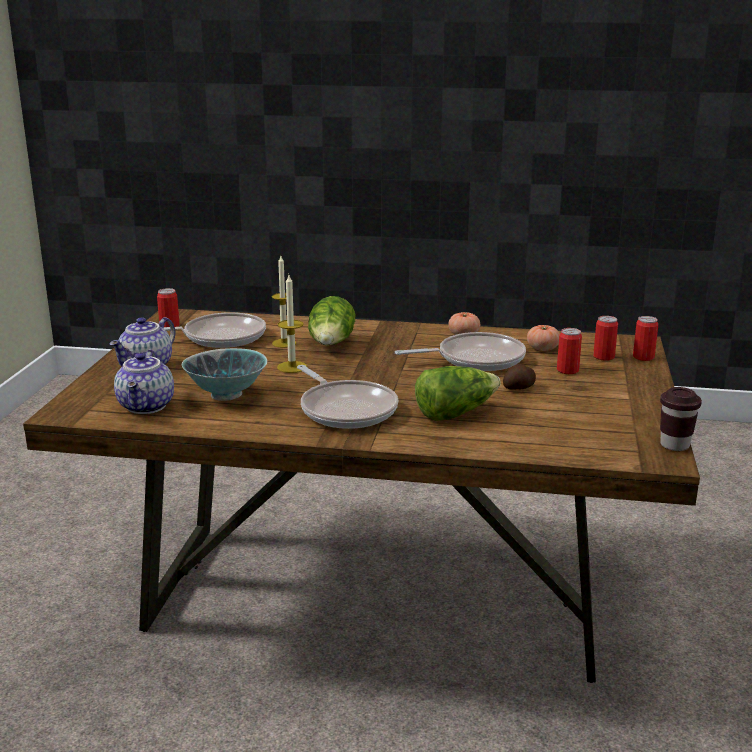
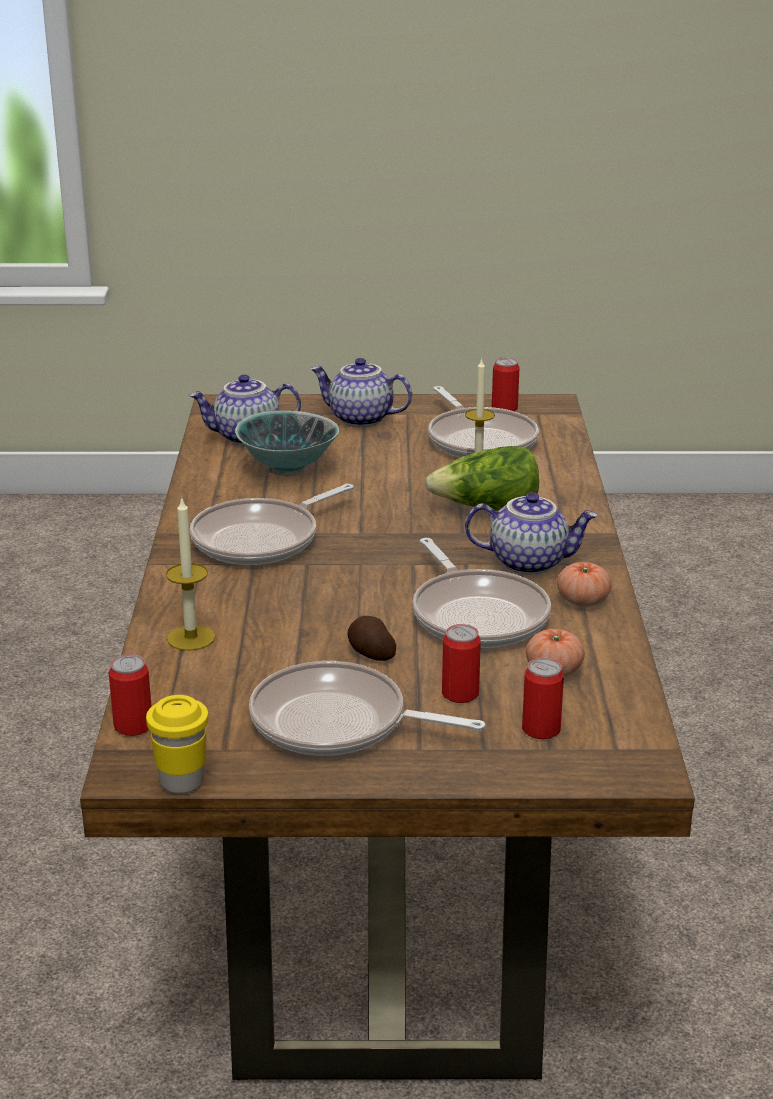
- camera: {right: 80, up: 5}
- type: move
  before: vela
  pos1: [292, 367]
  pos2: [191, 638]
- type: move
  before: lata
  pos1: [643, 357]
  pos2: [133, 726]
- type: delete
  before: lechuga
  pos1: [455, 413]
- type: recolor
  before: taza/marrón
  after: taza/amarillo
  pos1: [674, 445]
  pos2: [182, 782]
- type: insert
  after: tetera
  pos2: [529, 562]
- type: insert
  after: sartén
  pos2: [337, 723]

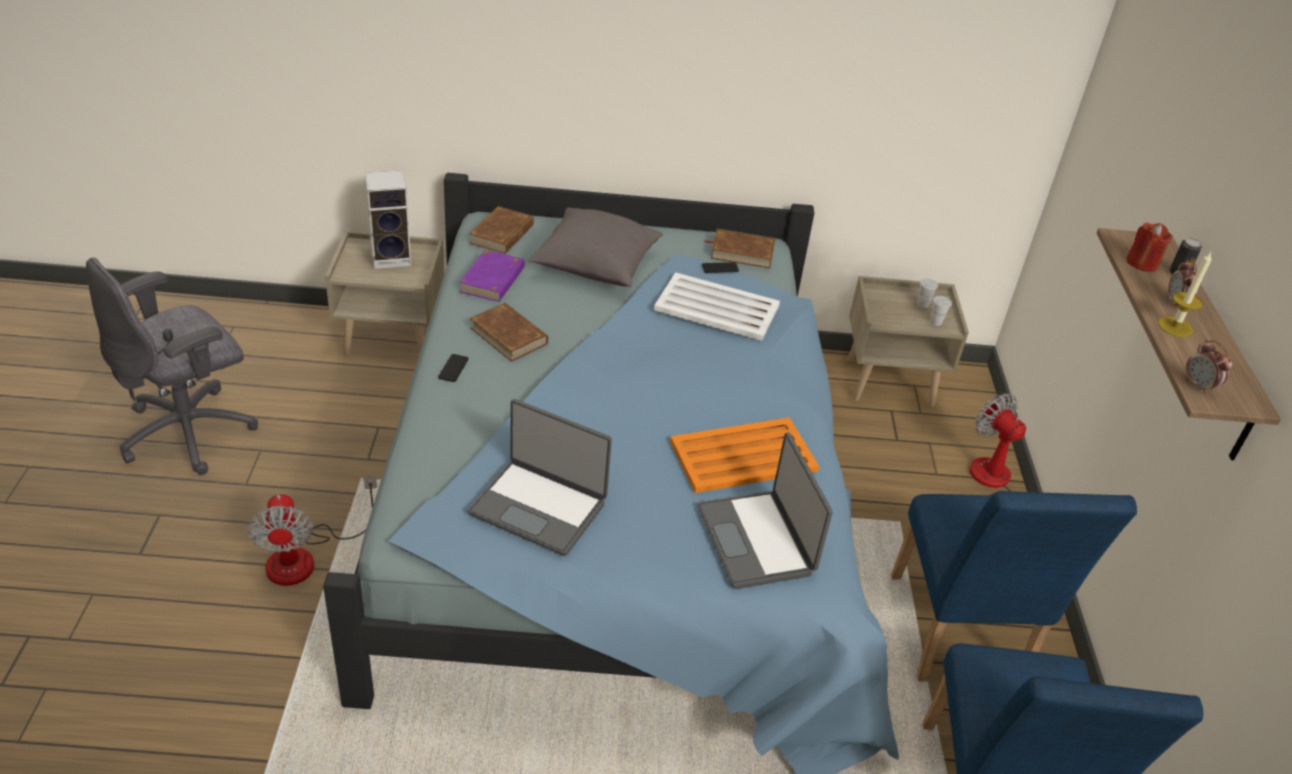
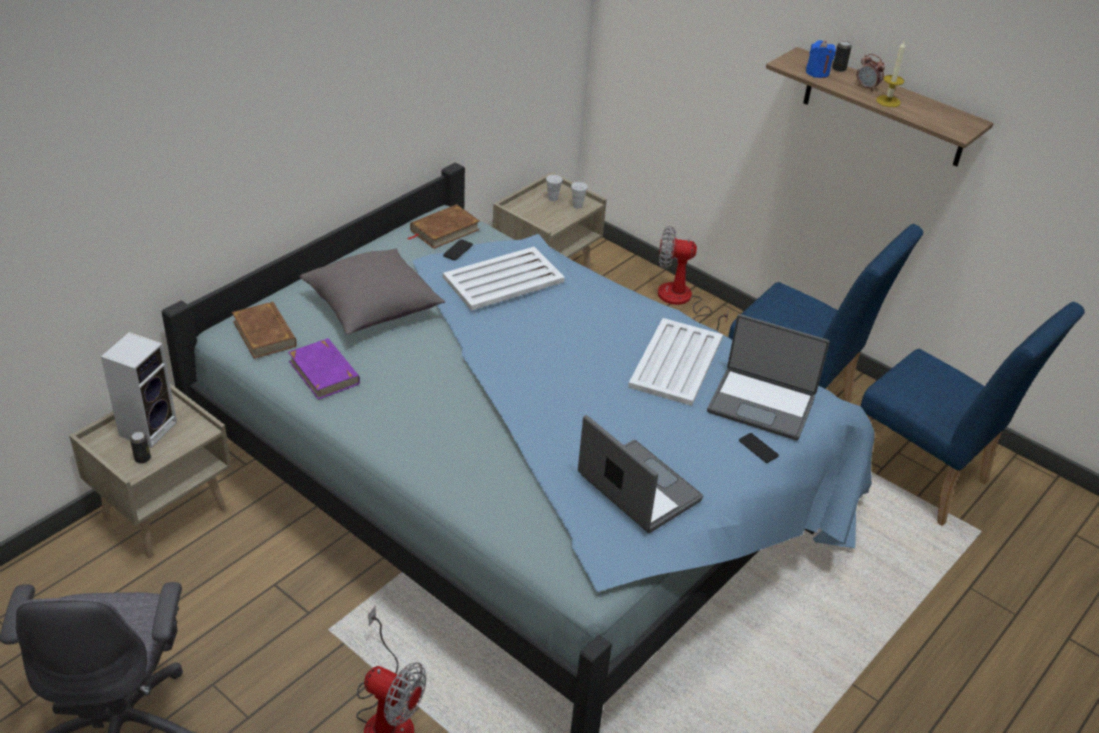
- camera: {right: -50, up: 0}
- type: recolor
  before: vela/rojo
  after: vela/azul
  pos1: [1142, 263]
  pos2: [817, 73]
- type: delete
  before: libro/marrón
  pos1: [509, 336]
- type: delete
  before: despertador
  pos1: [1199, 386]
- type: move
  before: móvil
  pos1: [453, 368]
  pos2: [758, 448]
- type: rotate
  before: portátil
  pos1: [539, 507]
  pos2: [637, 489]
  turn: -105
- type: recolor
  before: bandeja/naranja
  after: bandeja/blanco
  pos1: [741, 456]
  pos2: [675, 363]
- type: insert
  after: lata
  pos2: [142, 458]

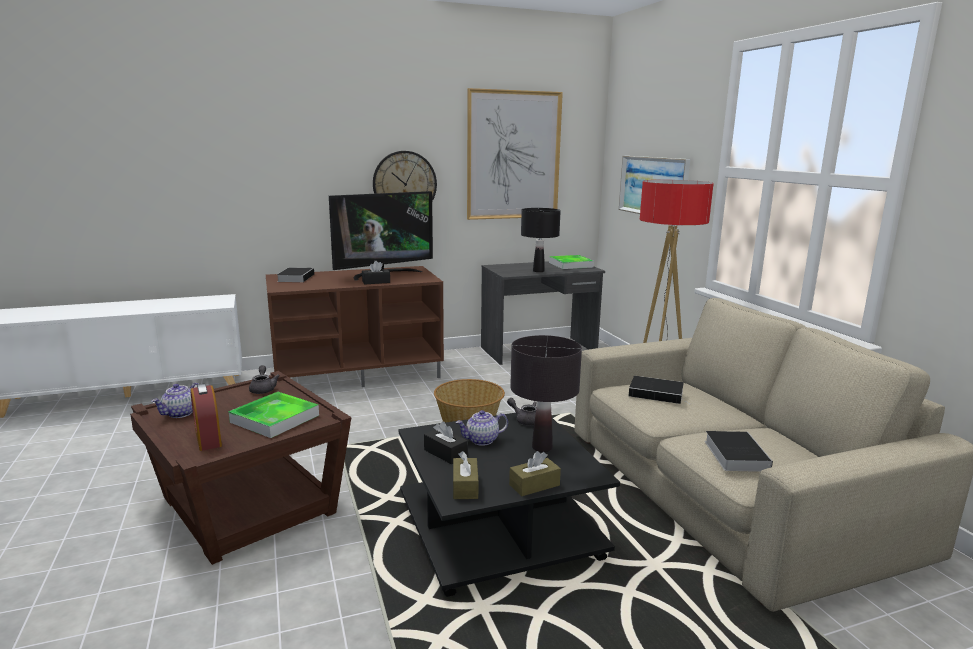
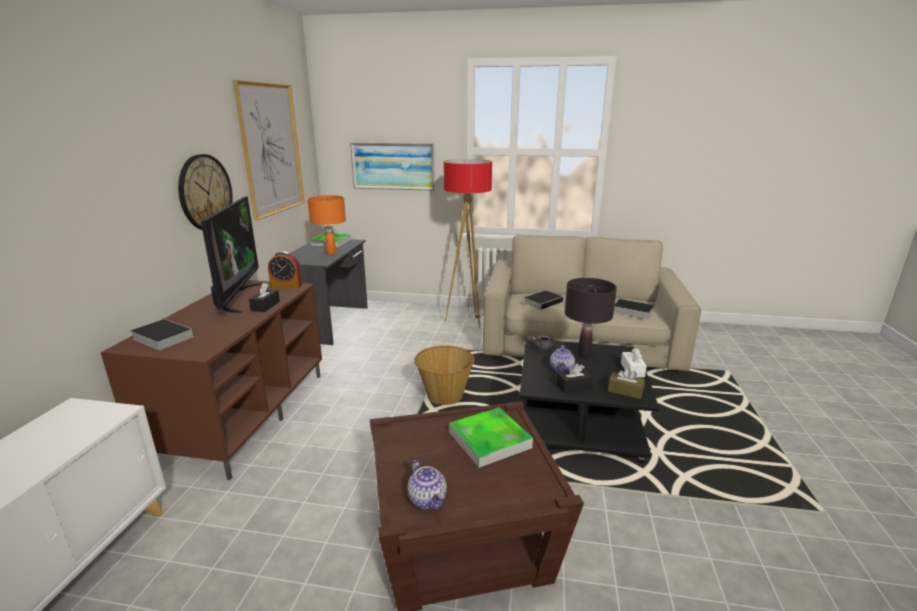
- camera: {right: -60, up: 5}
- type: recolor
  before: lámpara de mesa/negro
  after: lámpara de mesa/naranja
  pos1: [538, 271]
  pos2: [331, 253]
- type: delete
  before: tetera/gris
  pos1: [263, 389]
- type: move
  before: despertador
  pos1: [208, 439]
  pos2: [286, 286]
- type: recolor
  before: caja de pañuelos/marrón
  after: caja de pañuelos/blanco
  pos1: [534, 485]
  pos2: [632, 370]

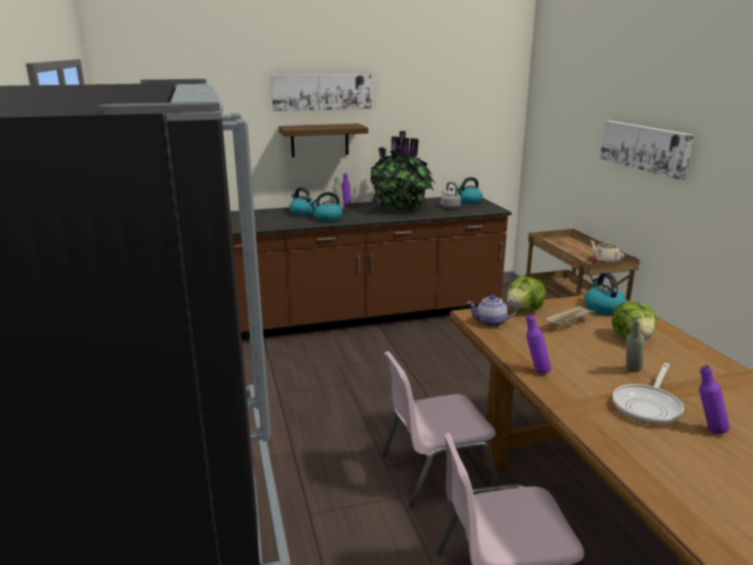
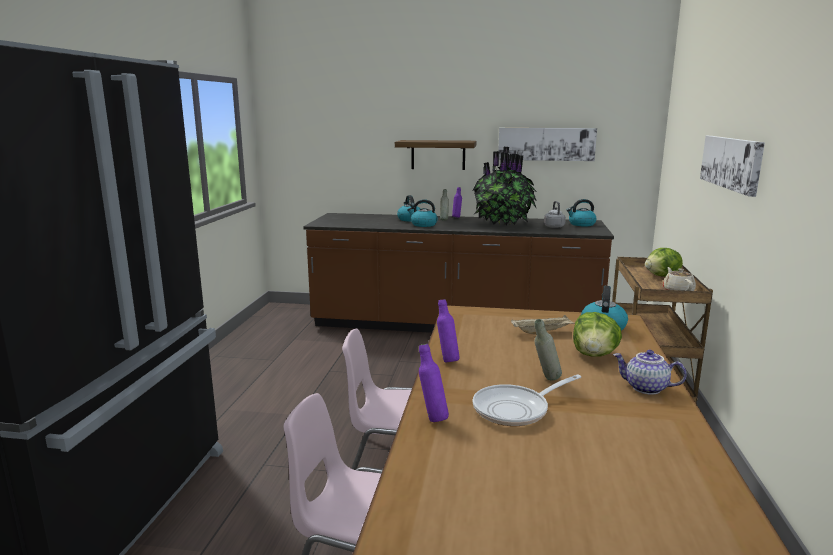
- camera: {right: 25, up: -5}
- type: move
  before: cuadro
  pos1: [322, 92]
  pos2: [546, 144]
- type: move
  before: lechuga
  pos1: [524, 310]
  pos2: [662, 276]
- type: move
  before: tetera
  pos1: [490, 323]
  pos2: [645, 388]
- type: move
  before: botella/morado
  pos1: [707, 430]
  pos2: [432, 418]

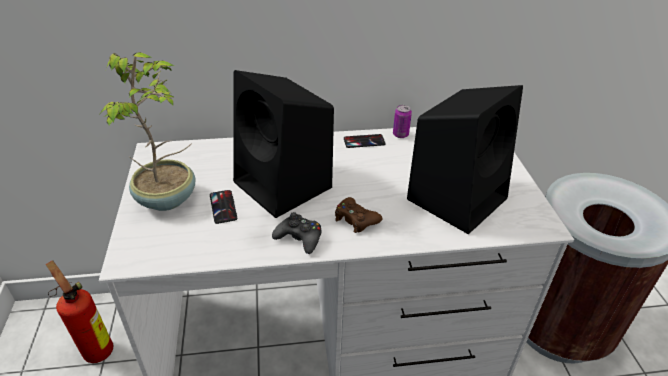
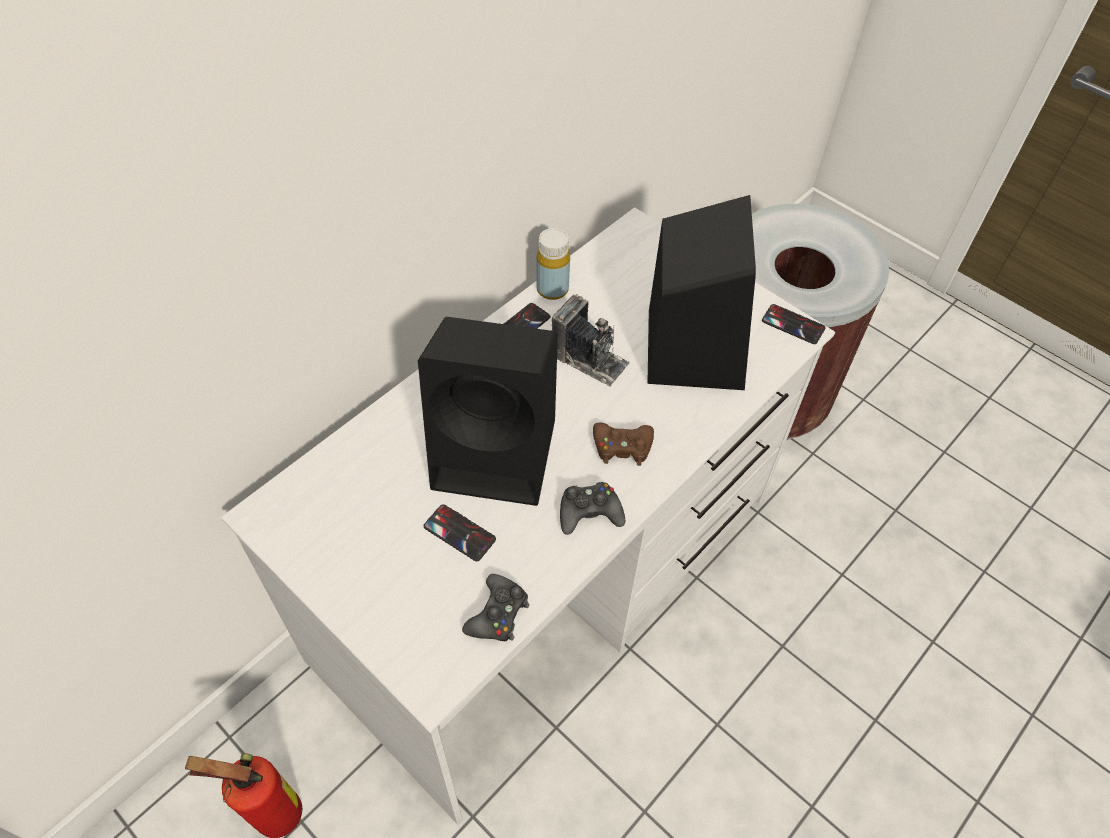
- camera: {right: -40, up: 15}
- type: delete
  before: planta en maceta
  pos1: [168, 199]
- type: replace
  before: lata
  after: botella/amarillo
  pos1: [400, 135]
  pos2: [552, 289]
- type: insert
  after: cámara
  pos2: [589, 359]
- type: insert
  after: móvil
  pos2: [793, 324]
- type: insert
  after: mando de consola/negro
  pos2: [498, 614]

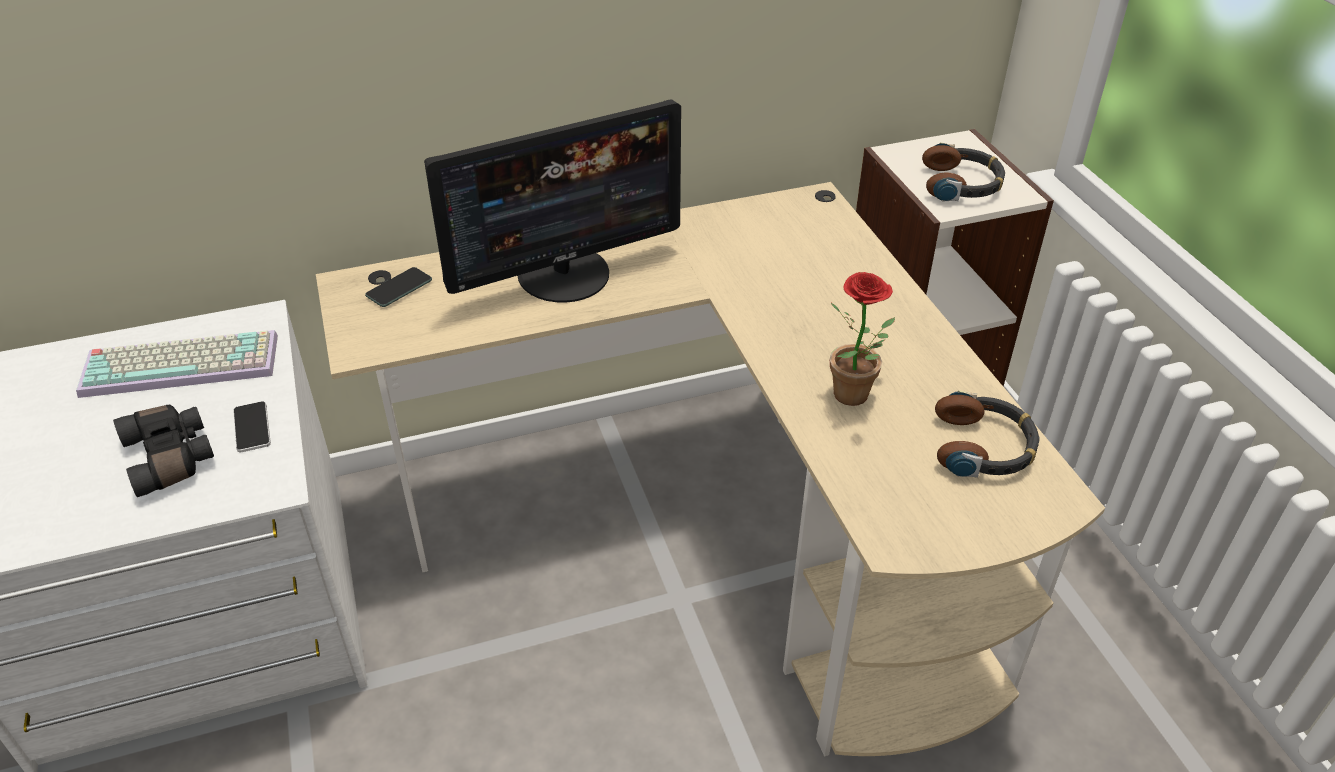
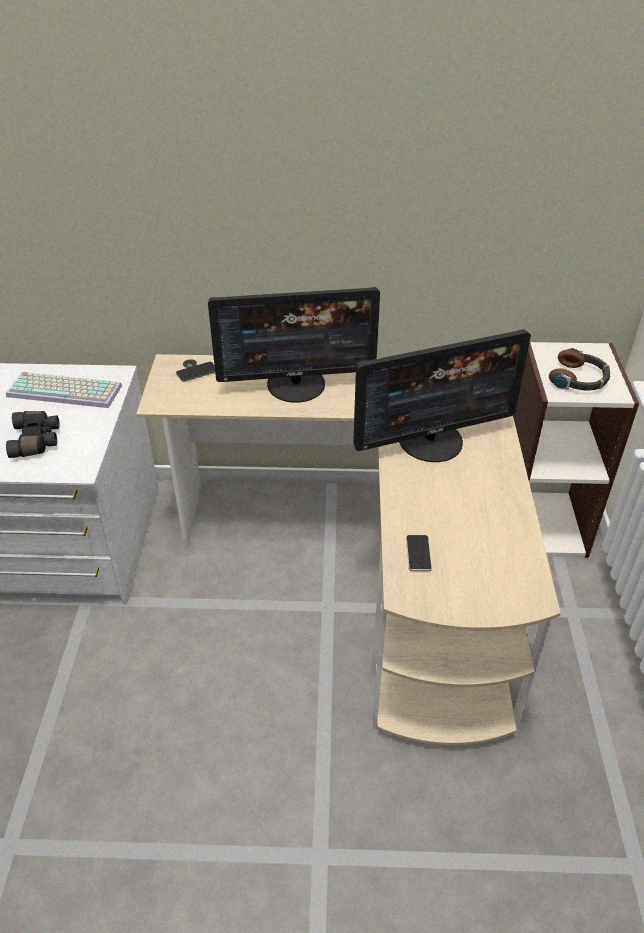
- camera: {right: 20, up: 0}
- type: delete
  before: planta en maceta
  pos1: [855, 399]
- type: delete
  before: auriculares
  pos1: [983, 447]
- type: move
  before: móvil
  pos1: [252, 427]
  pos2: [418, 553]
- type: insert
  after: monitor
  pos2: [431, 441]

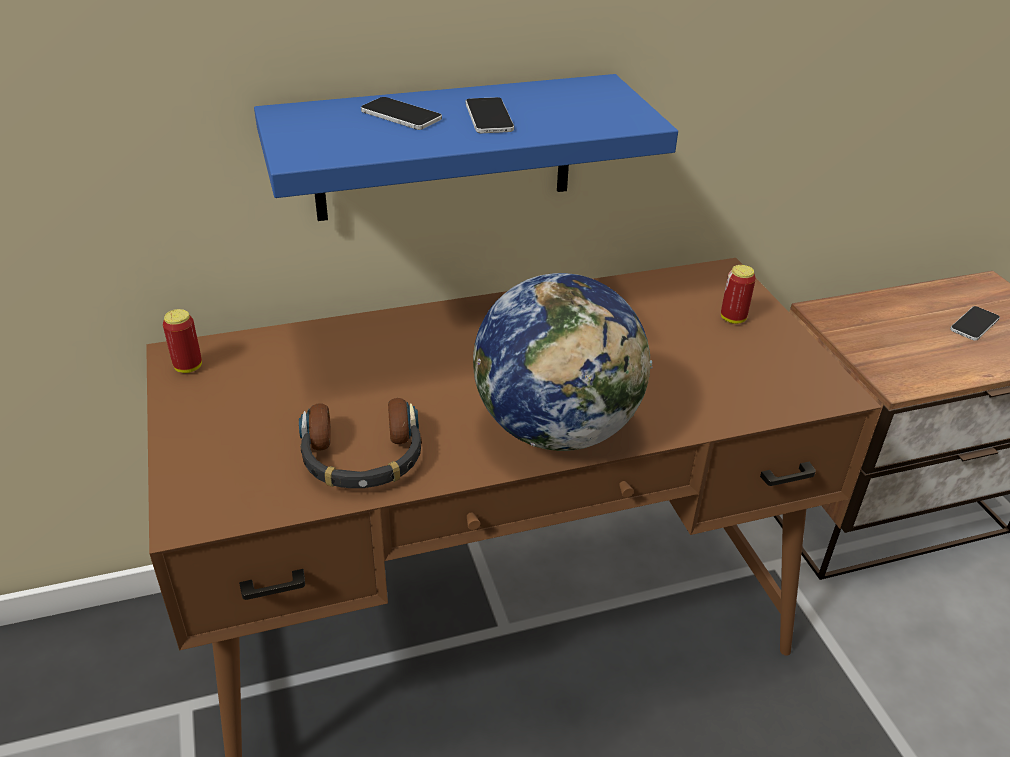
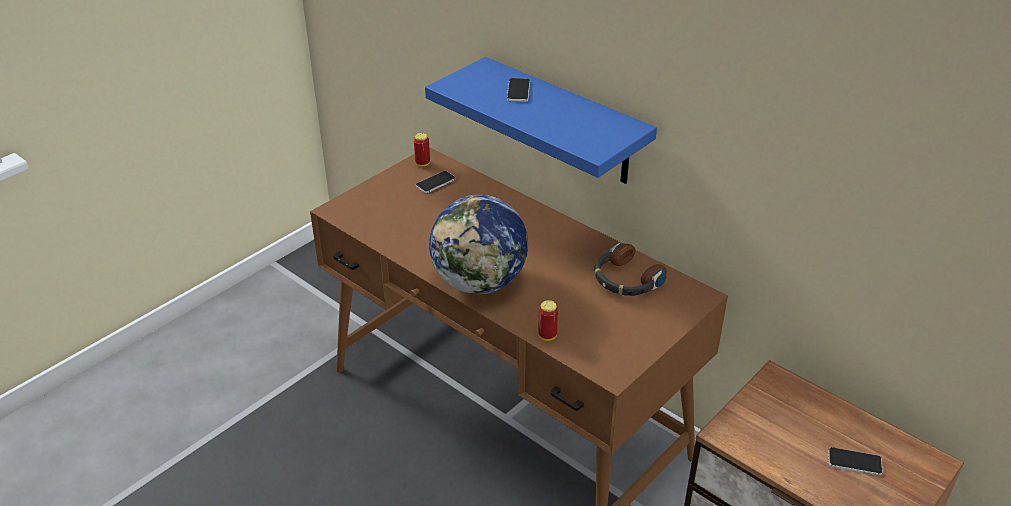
- camera: {right: 60, up: 0}
- type: move
  before: móvil
  pos1: [489, 117]
  pos2: [435, 182]
- type: move
  before: lata
  pos1: [733, 318]
  pos2: [547, 336]
- type: move
  before: auriculares
  pos1: [362, 457]
  pos2: [626, 280]

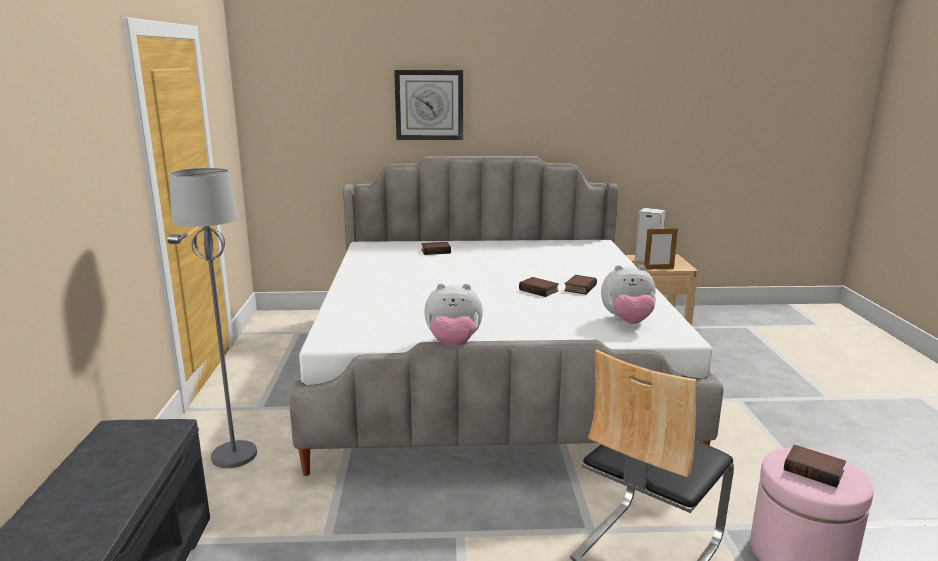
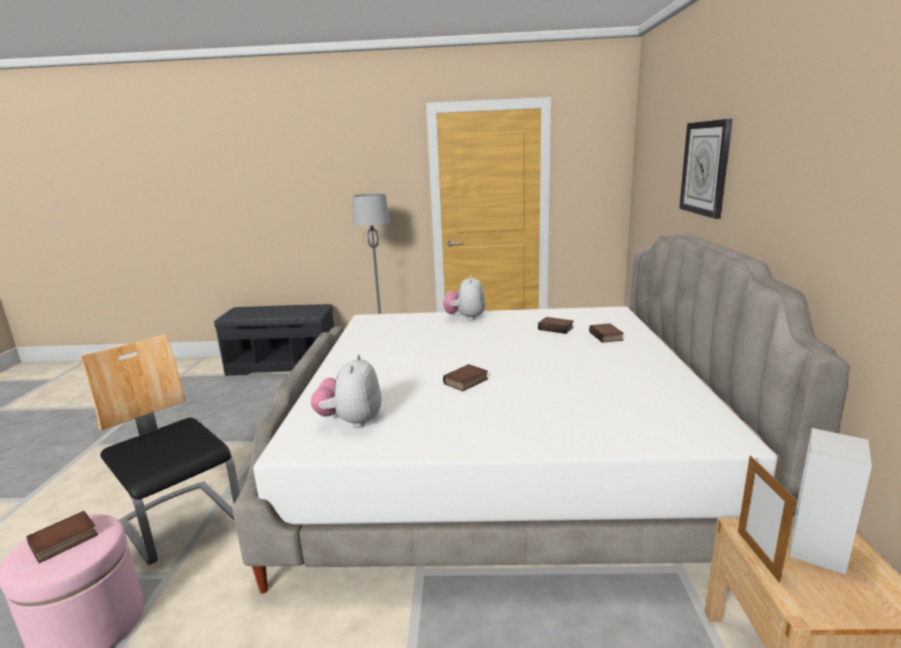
- camera: {right: 95, up: 0}
- type: move
  before: libro
  pos1: [579, 288]
  pos2: [556, 328]
- type: move
  before: peluche
  pos1: [453, 345]
  pos2: [465, 318]

